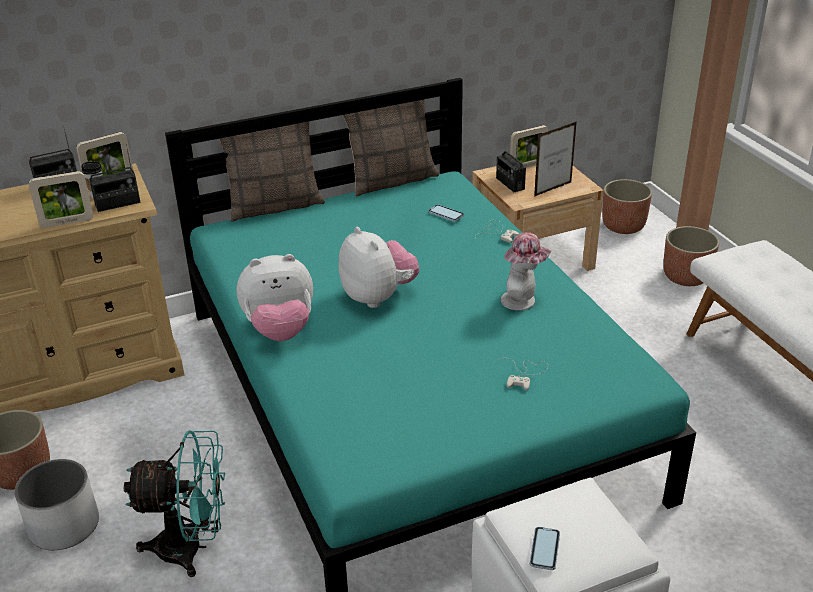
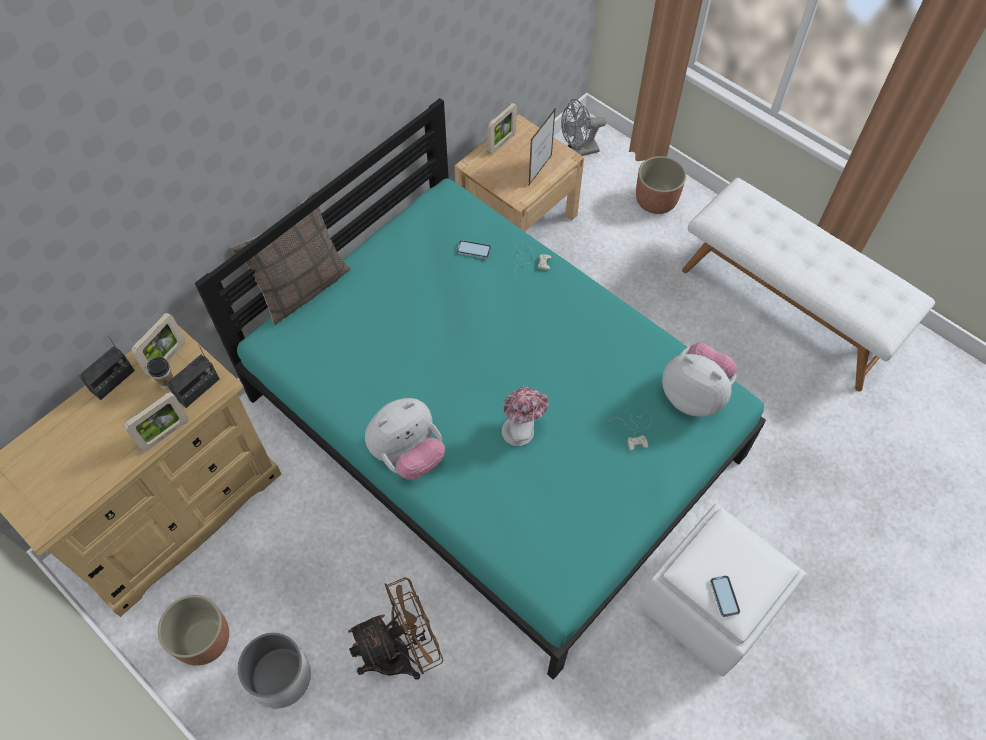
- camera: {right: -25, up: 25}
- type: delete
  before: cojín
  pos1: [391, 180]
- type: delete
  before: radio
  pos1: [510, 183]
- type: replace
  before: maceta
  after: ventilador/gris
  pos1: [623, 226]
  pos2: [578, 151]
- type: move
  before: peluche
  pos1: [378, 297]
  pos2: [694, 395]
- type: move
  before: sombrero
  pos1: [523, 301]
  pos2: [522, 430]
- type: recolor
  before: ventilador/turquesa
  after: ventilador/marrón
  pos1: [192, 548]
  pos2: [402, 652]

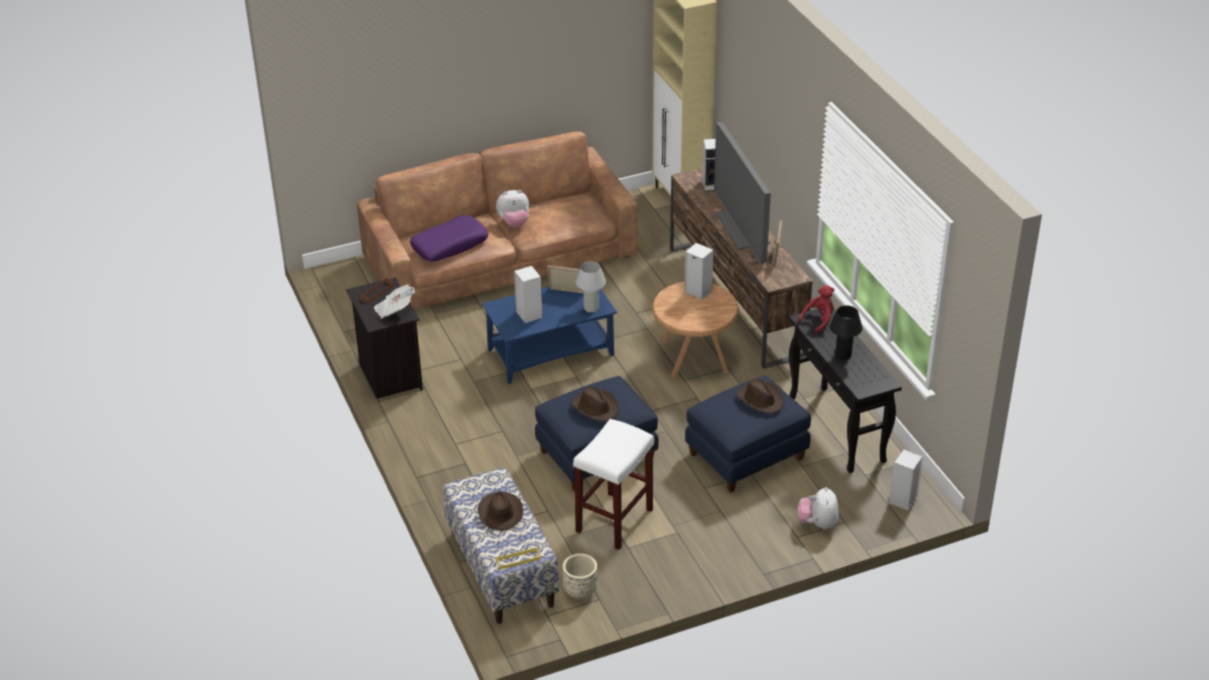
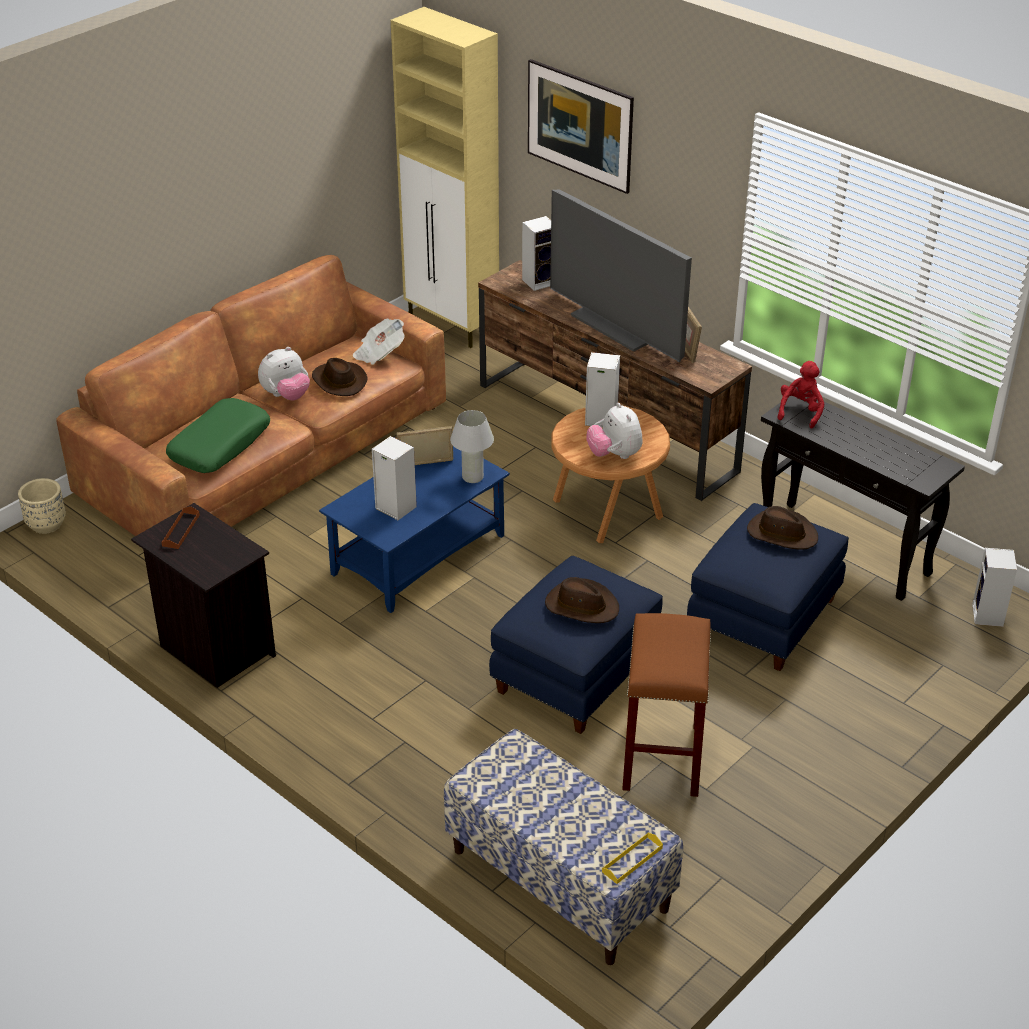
- camera: {right: -25, up: 0}
- type: recolor
  before: cojín/morado
  after: cojín/verde
  pos1: [449, 245]
  pos2: [219, 445]
- type: move
  before: periódico
  pos1: [394, 310]
  pos2: [379, 353]
- type: delete
  before: lámpara de mesa/negro
  pos1: [843, 355]
- type: recolor
  before: taburete/blanco
  after: taburete/marrón
  pos1: [614, 520]
  pos2: [661, 756]
- type: move
  before: peluche
  pos1: [818, 524]
  pos2: [614, 455]
- type: move
  before: sombrero/marrón
  pos1: [500, 512]
  pos2: [338, 381]
- type: move
  before: maceta/beis
  pos1: [580, 591]
  pos2: [46, 524]
- type: insert
  after: cuadro
  pos2: [579, 148]

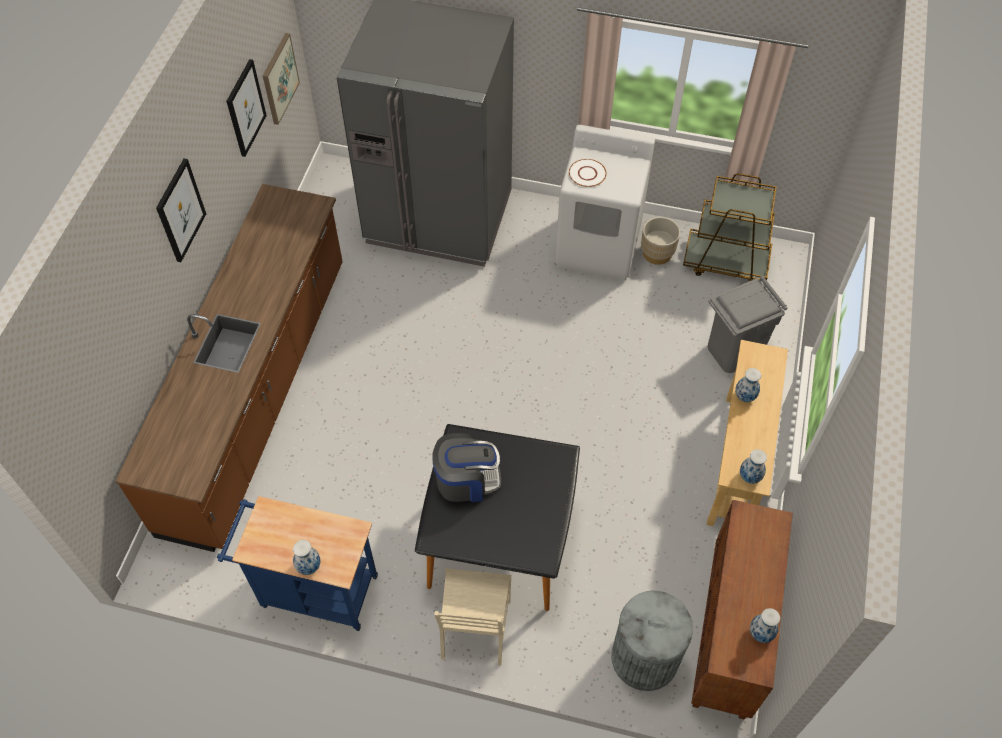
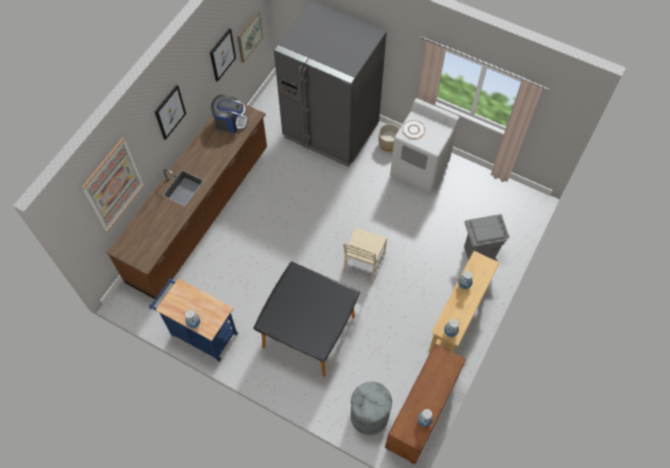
- camera: {right: 15, up: 5}
- type: delete
  before: carrito/marrón
  pos1: [726, 262]
- type: move
  before: maceta/beis
  pos1: [657, 253]
  pos2: [388, 144]
- type: move
  before: cafetera
  pos1: [466, 480]
  pos2: [230, 122]
- type: move
  before: silla/beis
  pos1: [475, 629]
  pos2: [363, 263]
- type: insert
  after: cuadro
  pos2: [113, 185]

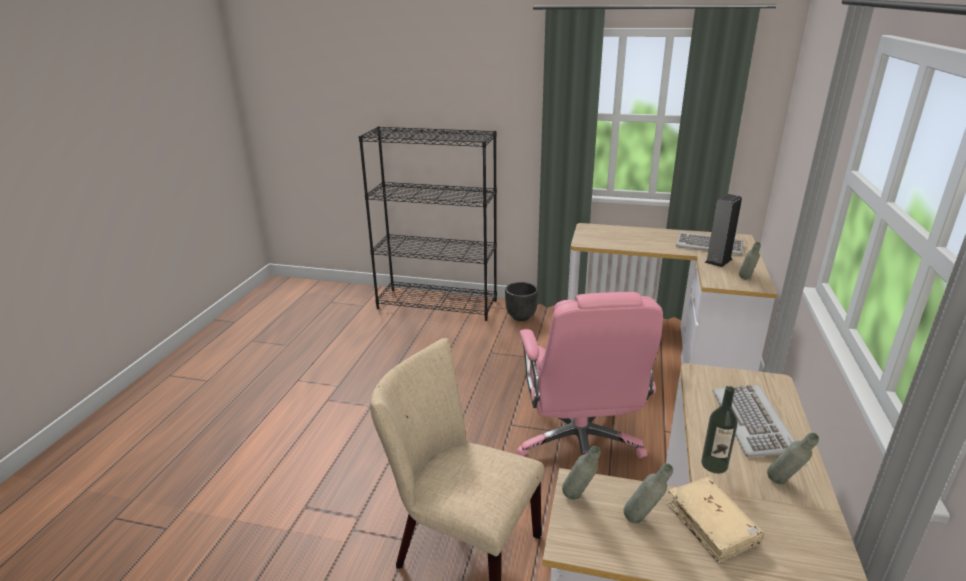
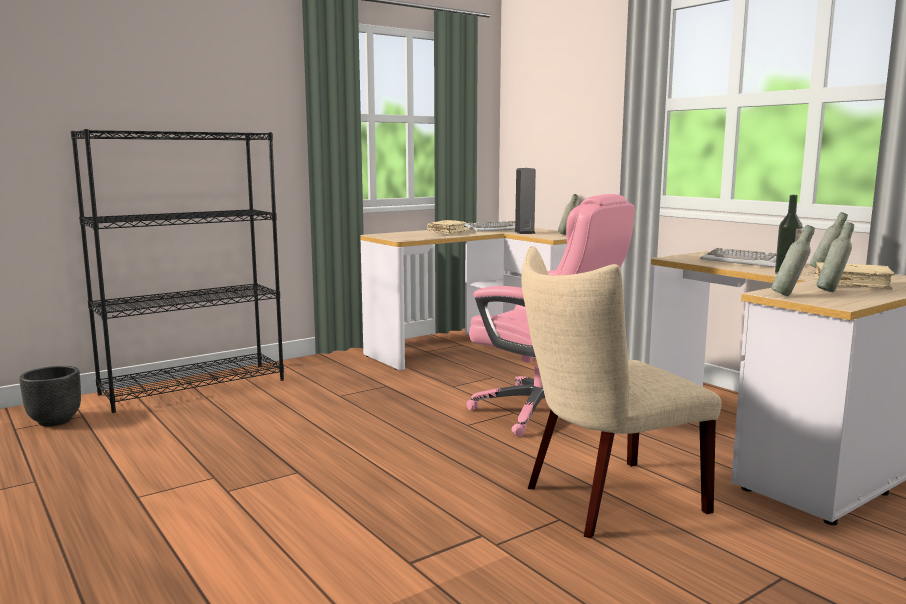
- camera: {right: -50, up: -15}
- type: move
  before: maceta/negro
  pos1: [520, 316]
  pos2: [54, 421]
- type: insert
  after: libro/beis
  pos2: [447, 233]

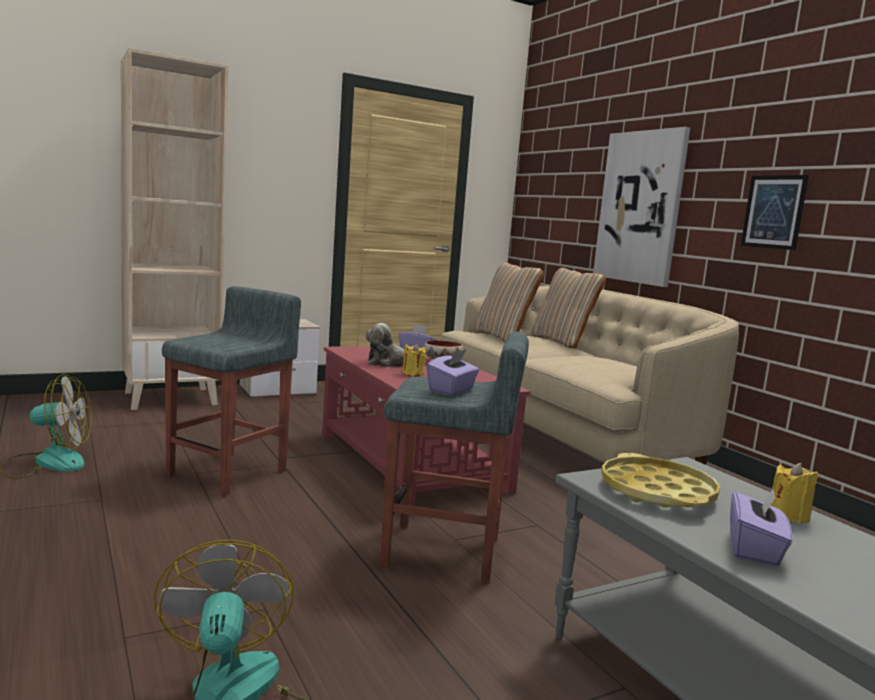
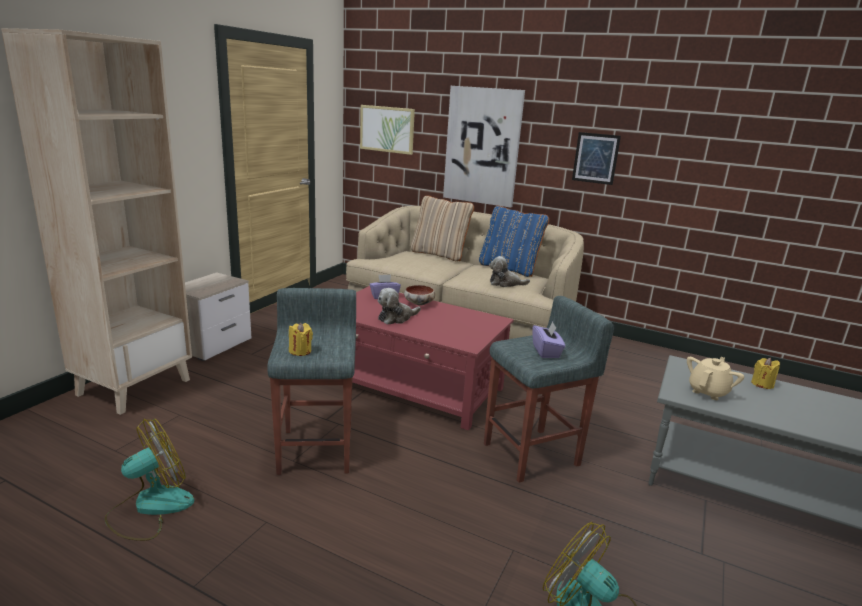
- camera: {right: -35, up: 10}
- type: delete
  before: cojín/beis
  pos1: [503, 337]
- type: move
  before: vela/amarillo
  pos1: [413, 374]
  pos2: [300, 351]
- type: replace
  before: bandeja/amarillo
  after: tetera/beis
  pos1: [657, 492]
  pos2: [708, 391]
- type: delete
  before: caja de pañuelos/morado
  pos1: [754, 550]
- type: insert
  after: cuadro
  pos2: [387, 129]
- type: insert
  after: cojín/azul
  pos2: [509, 269]
- type: insert
  after: peluche
  pos2: [505, 283]

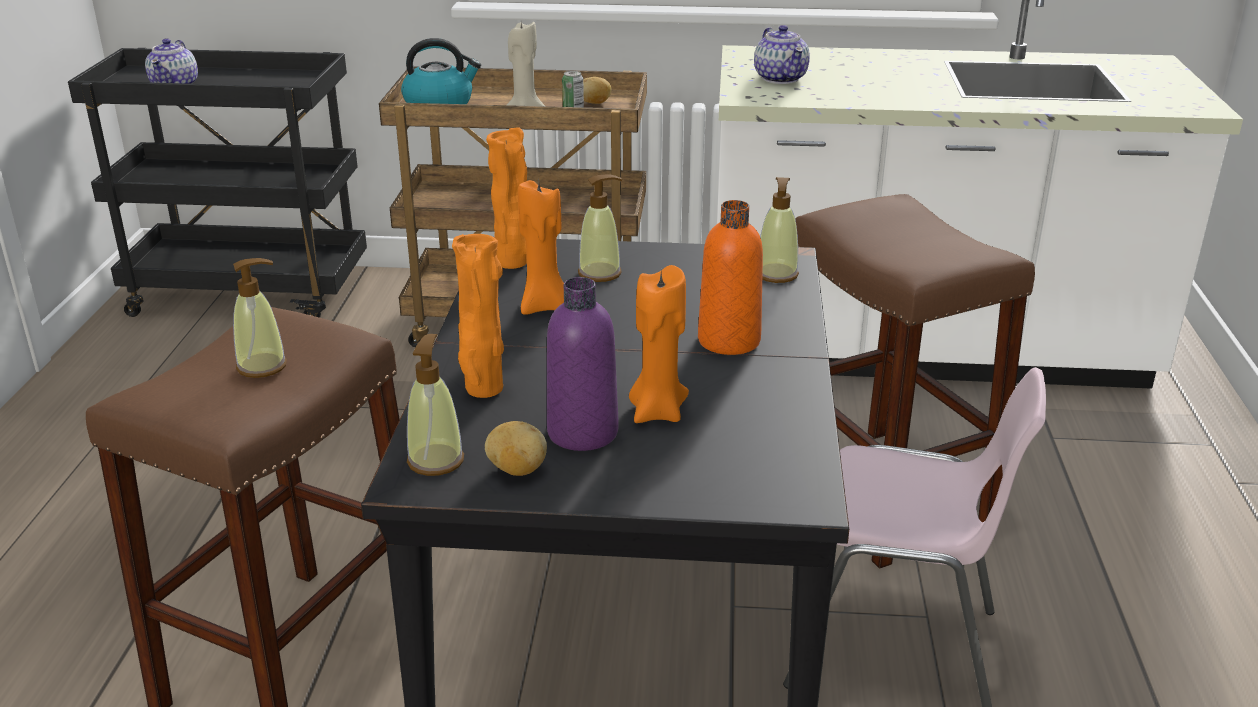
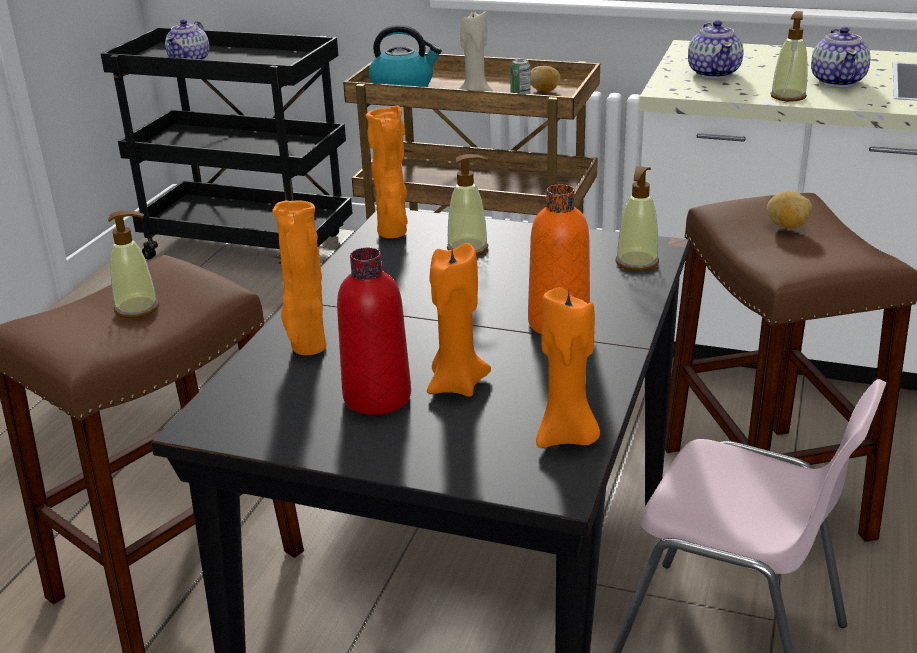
- camera: {right: 15, up: 0}
- type: move
  before: vela/naranja
  pos1: [545, 307]
  pos2: [568, 437]
- type: recolor
  before: botella/morado
  after: botella/rojo
  pos1: [582, 432]
  pos2: [377, 397]
- type: move
  before: dispensador de jabón
  pos1: [436, 460]
  pos2: [788, 96]
- type: move
  before: patata
  pos1: [516, 470]
  pos2: [786, 226]
- type: insert
  after: tetera
  pos2: [838, 81]

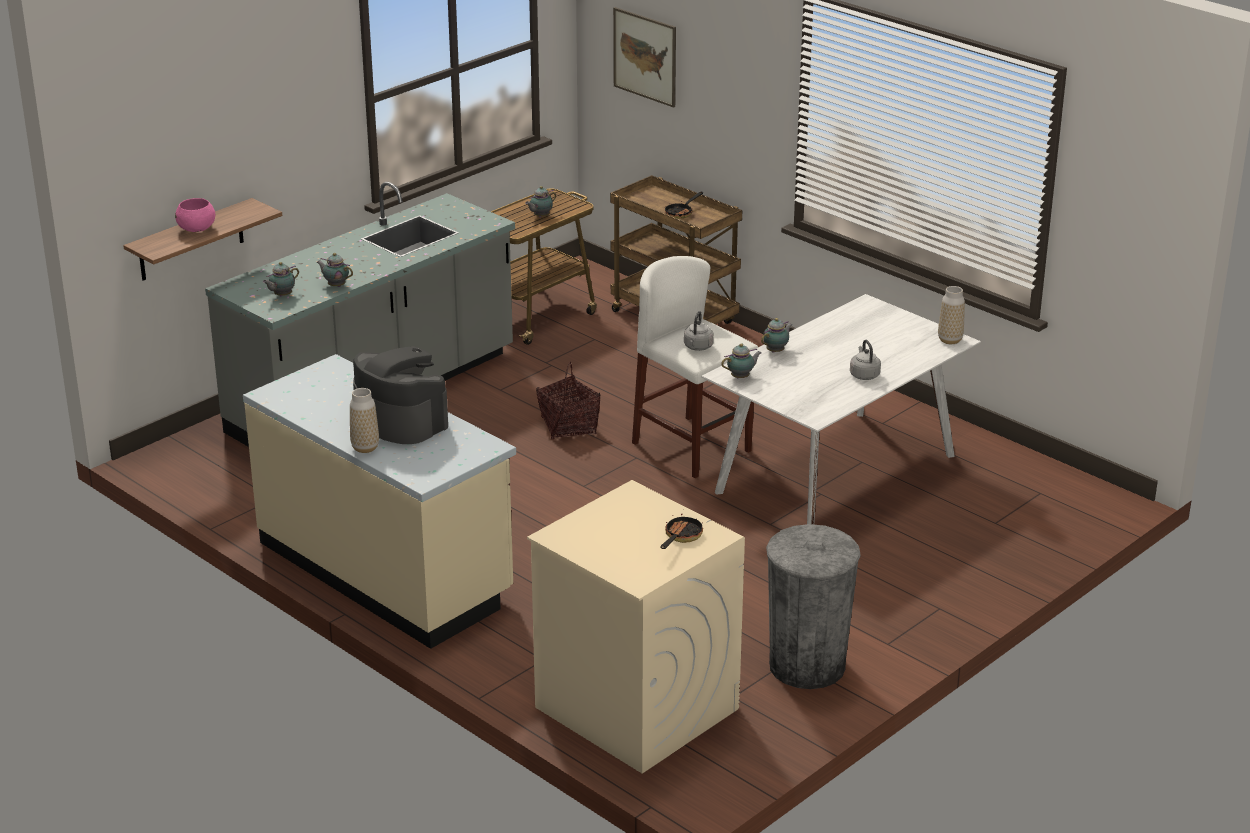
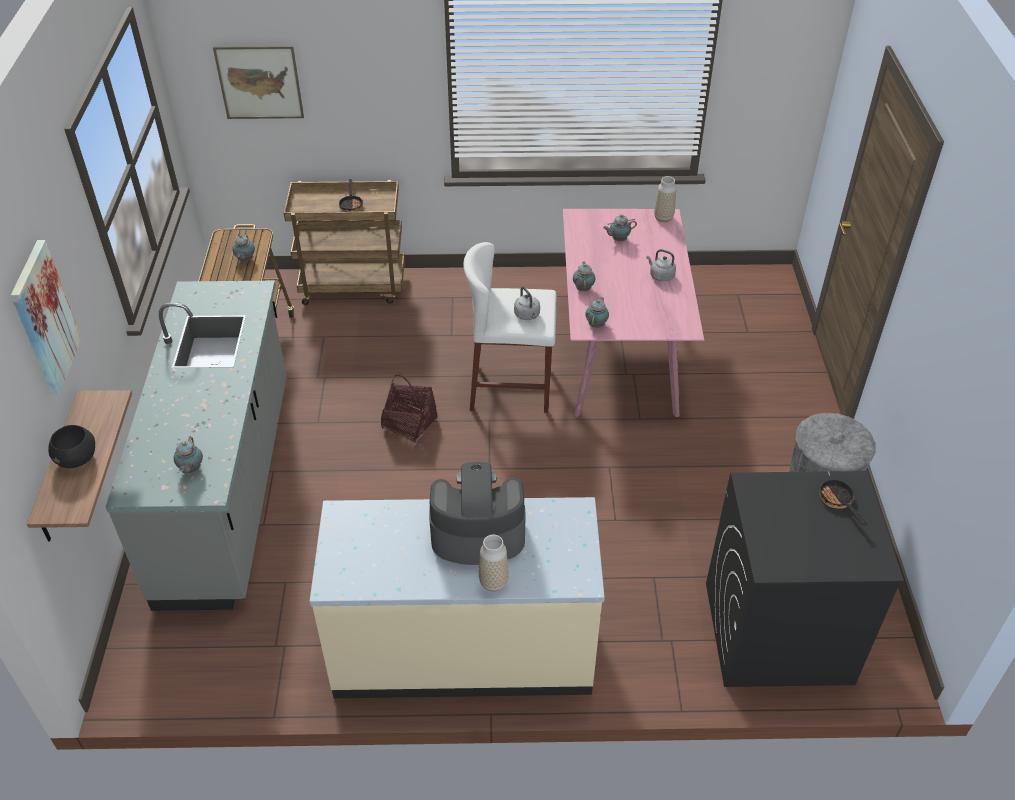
- camera: {right: -45, up: 15}
- type: recolor
  before: cuenco/rosa
  after: cuenco/negro
  pos1: [197, 229]
  pos2: [77, 459]
- type: move
  before: tetera
  pos1: [335, 285]
  pos2: [618, 239]
- type: recolor
  before: mesa de comedor/blanco
  after: mesa de comedor/rosa
  pos1: [836, 475]
  pos2: [621, 353]
- type: recolor
  before: lavadora/beis
  after: lavadora/negro
  pos1: [635, 707]
  pos2: [776, 632]
- type: insert
  after: cuadro
  pos2: [44, 318]

